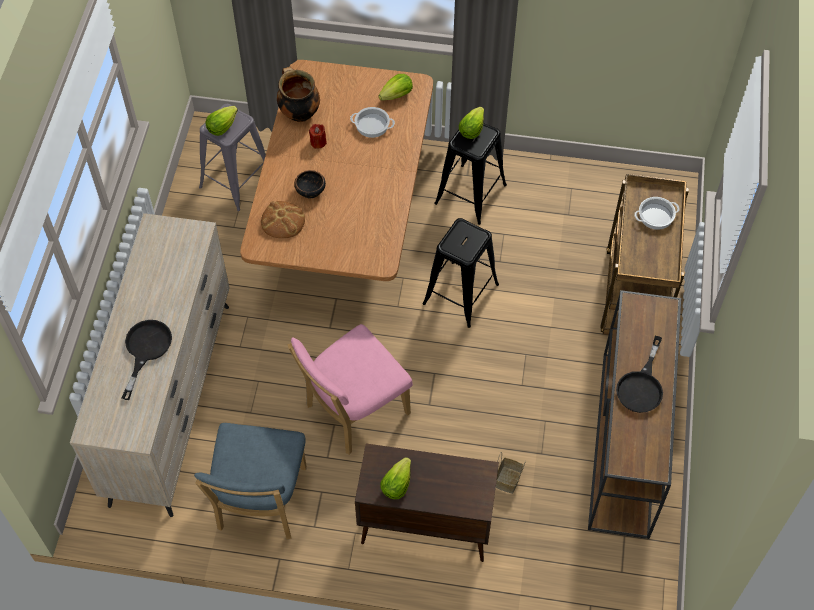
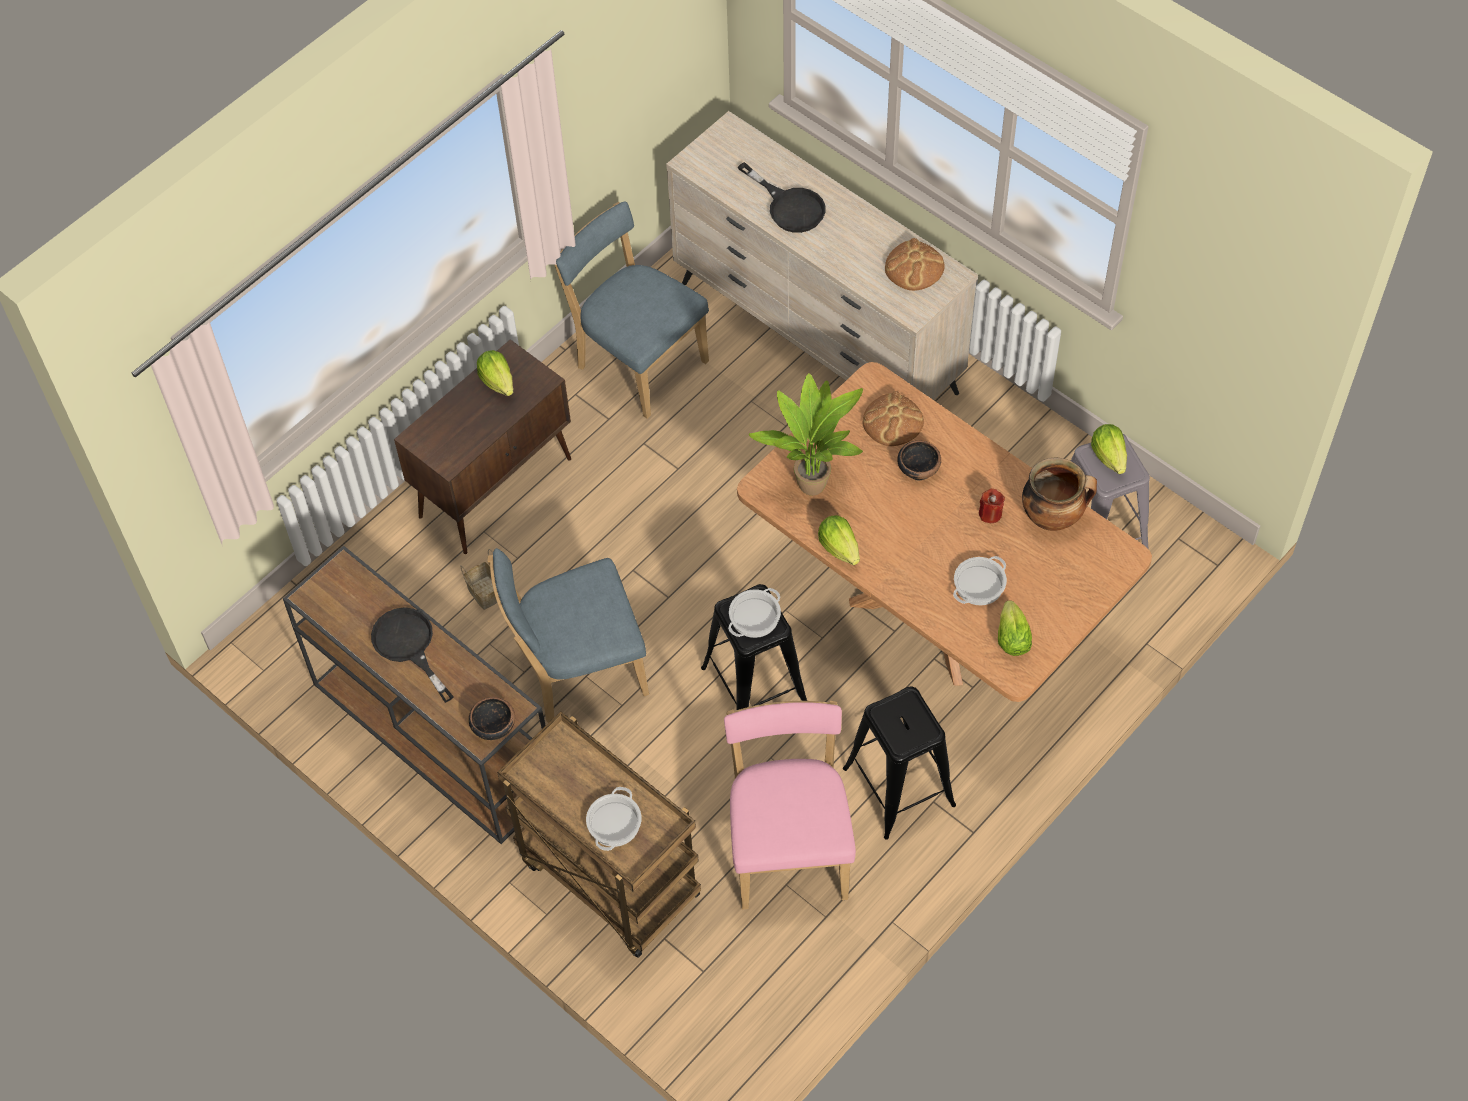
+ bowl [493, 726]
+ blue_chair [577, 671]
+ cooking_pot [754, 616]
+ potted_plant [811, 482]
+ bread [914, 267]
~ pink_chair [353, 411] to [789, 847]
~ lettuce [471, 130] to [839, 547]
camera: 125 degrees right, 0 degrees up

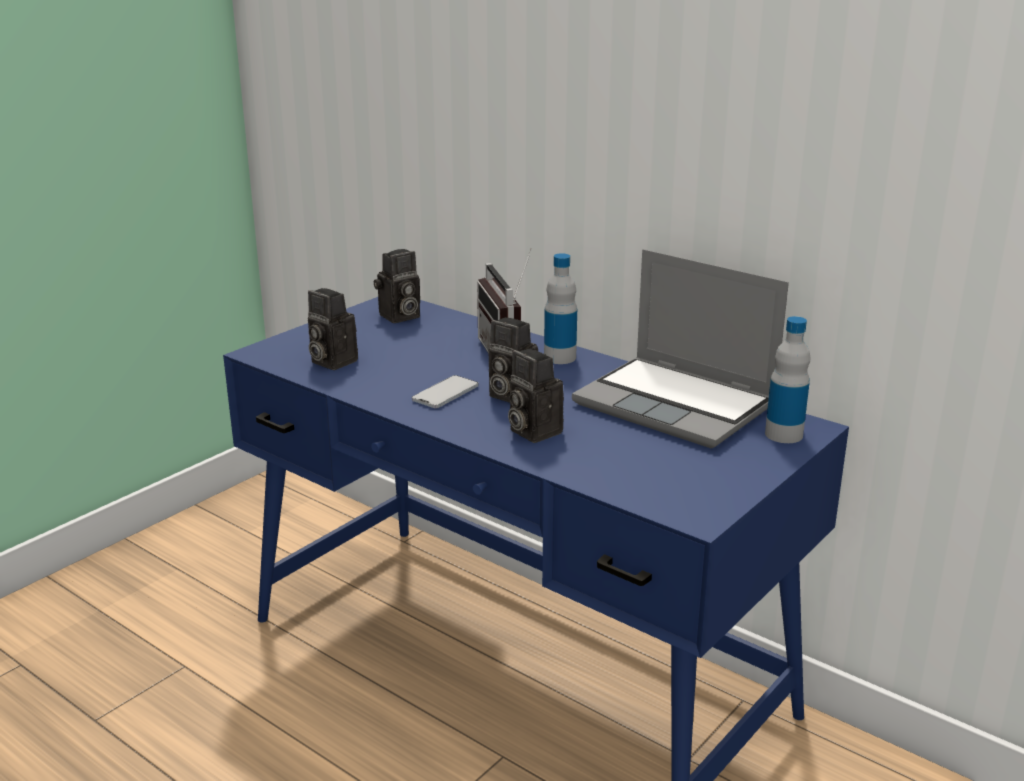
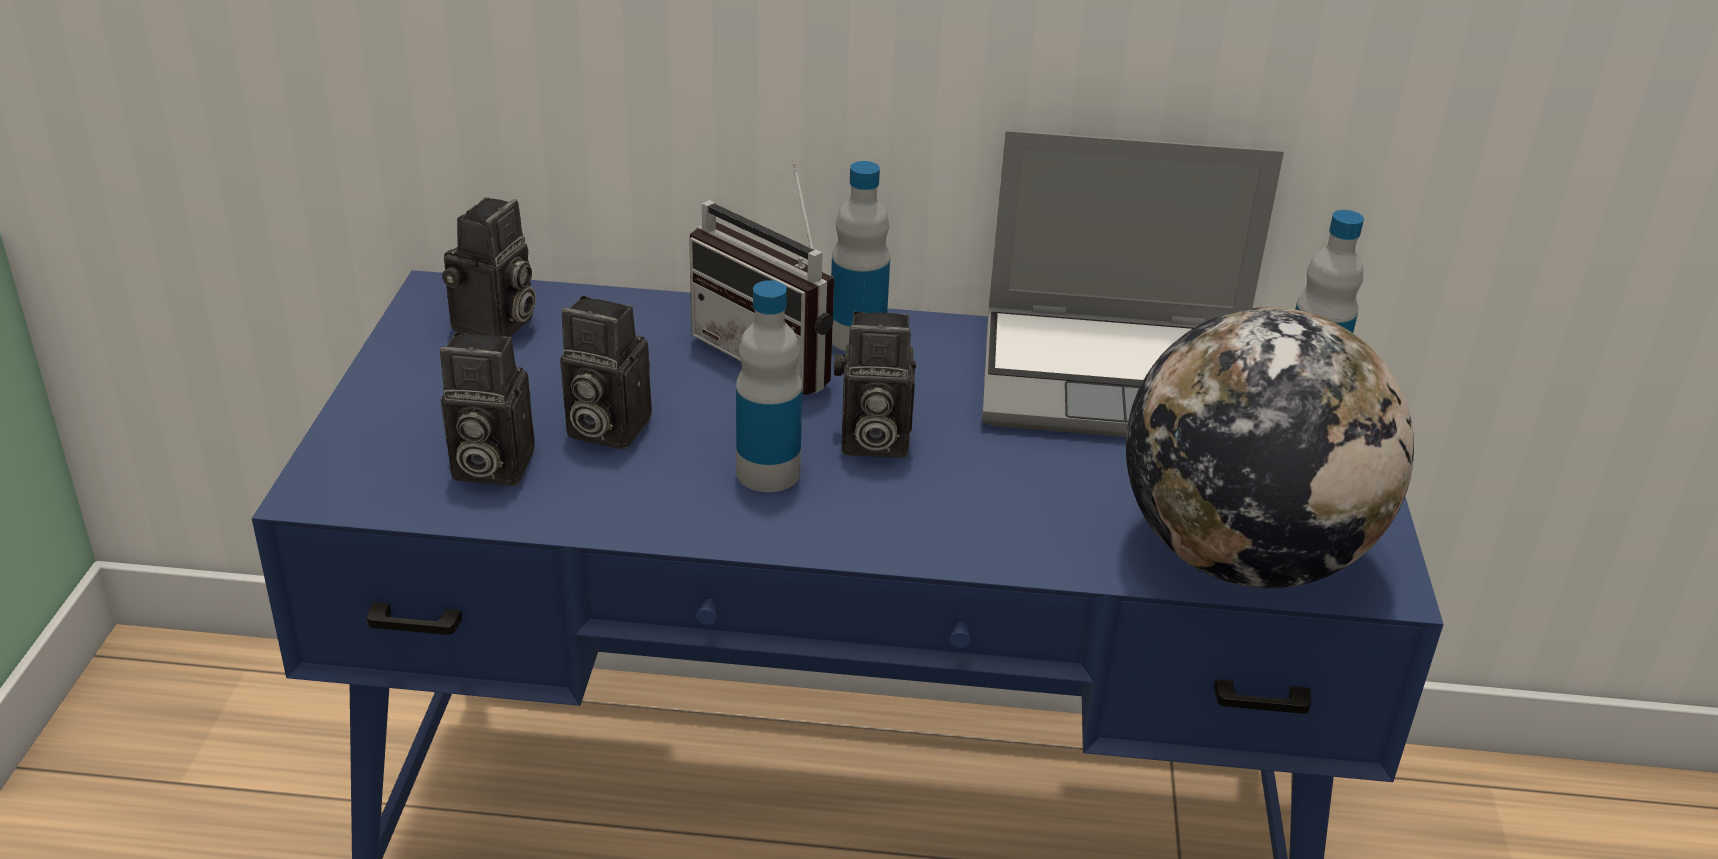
+ globe [1242, 556]
~ photo_camera [531, 431] to [602, 428]
~ phone [445, 393] to bottle [768, 472]
camera: 35 degrees left, 10 degrees up

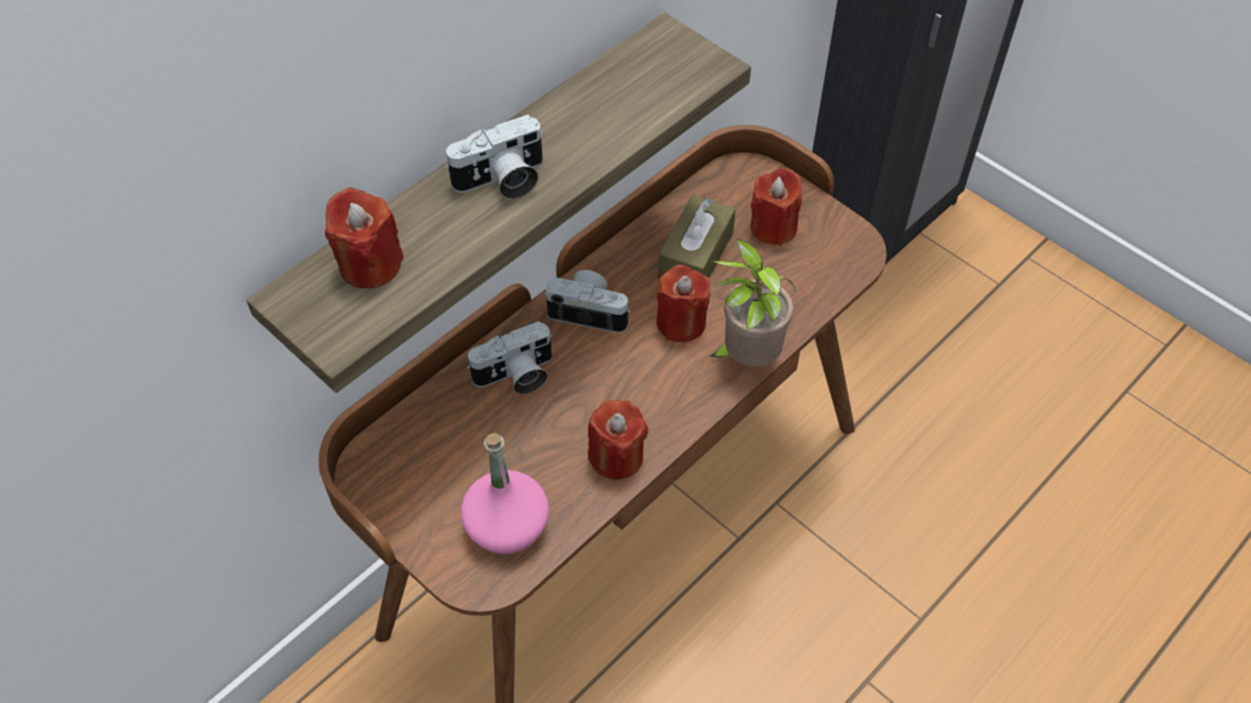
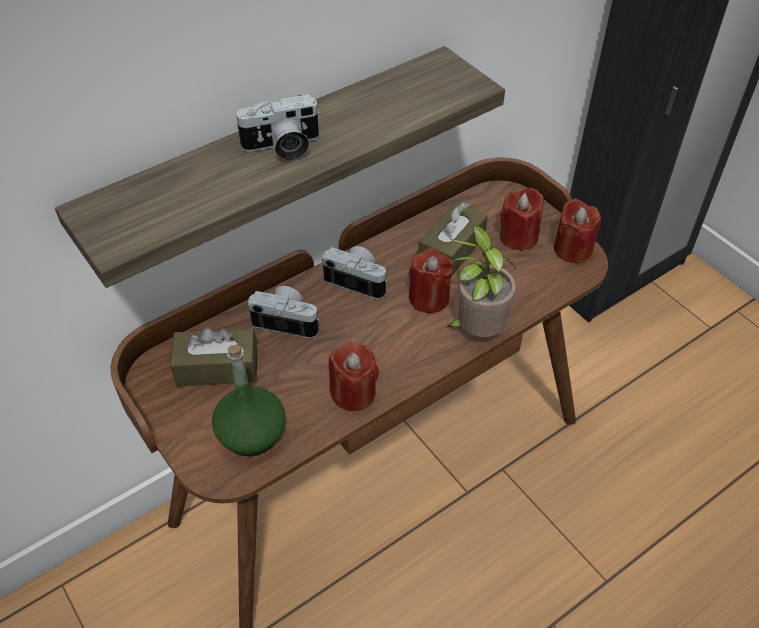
+ brown_tissue_box [217, 368]
~ red_candle [370, 265] to [573, 249]
~ pink_bottle [507, 525] to green_bottle [251, 433]
~ photo_camera [516, 376] = [288, 320] 150 degrees counterclockwise
camera: 10 degrees right, 5 degrees down

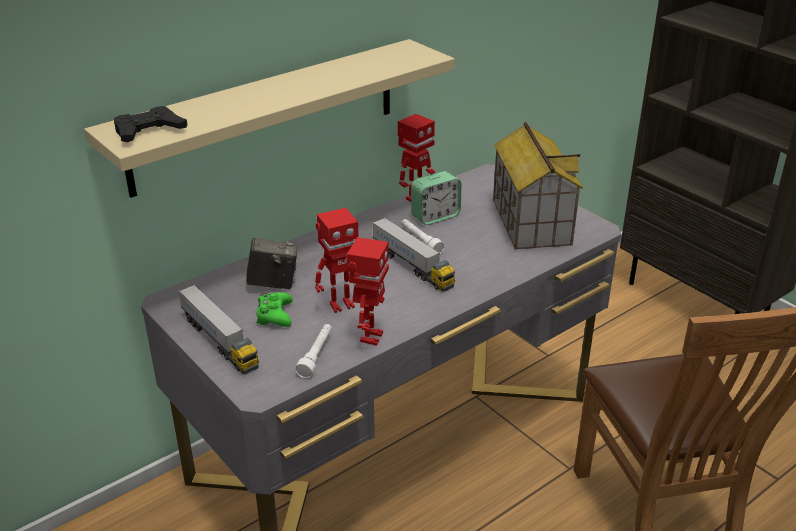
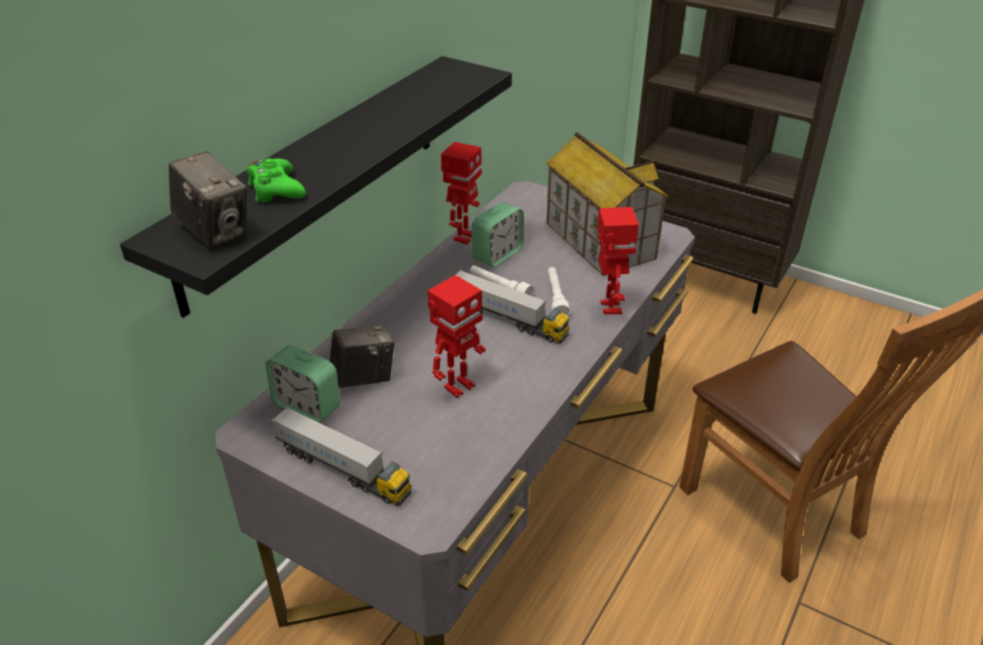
+ alarm_clock [307, 406]
~ green_game_controller [274, 315] to [276, 189]
~ white_flashlight [316, 355] to [556, 297]
~ toy_robot [370, 337] to [609, 307]
~ black_game_controller [149, 131] to photo_camera [215, 231]
~ beige_shelf [266, 115] to black_shelf [315, 177]
camera: 20 degrees left, 5 degrees up

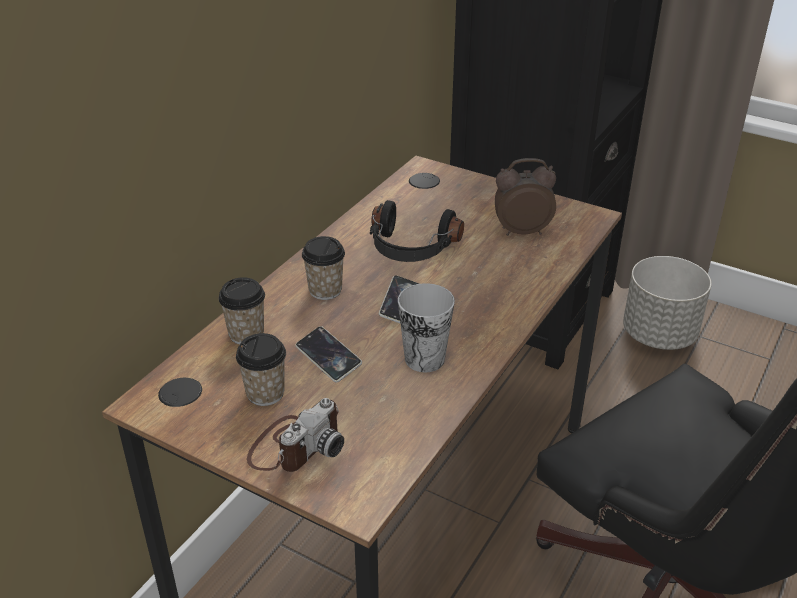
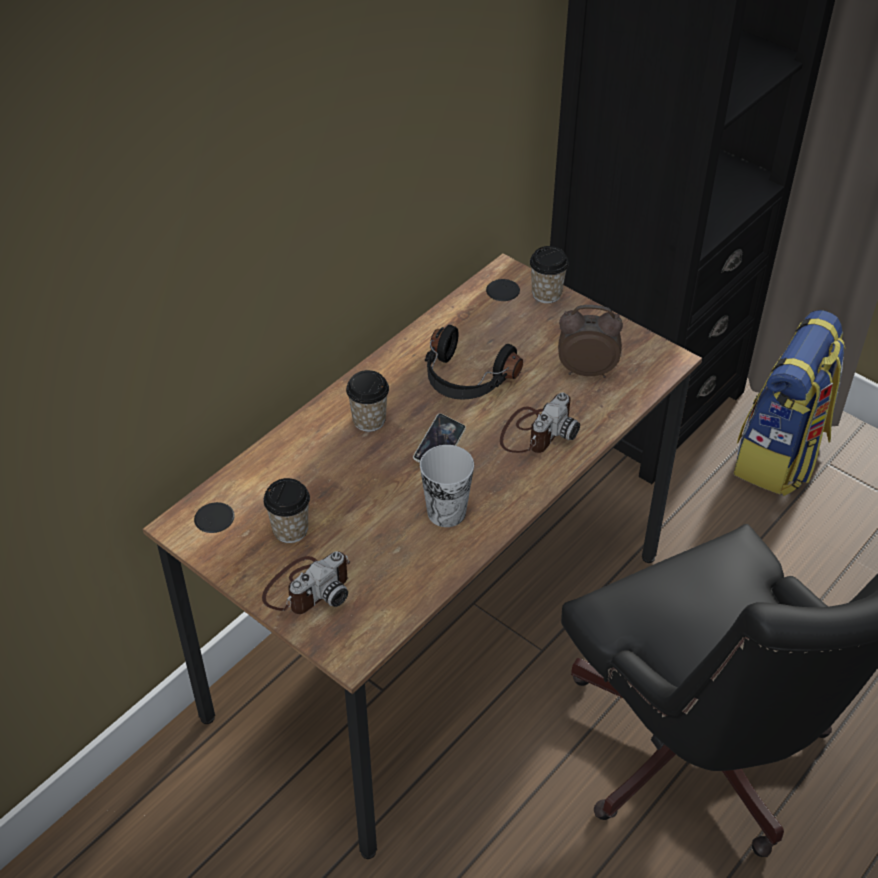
- phone [328, 358]
+ photo_camera [536, 431]
~ cup [246, 334] to [546, 294]
~ grey_planter [659, 335] to backpack [780, 456]
camera: 10 degrees right, 10 degrees up

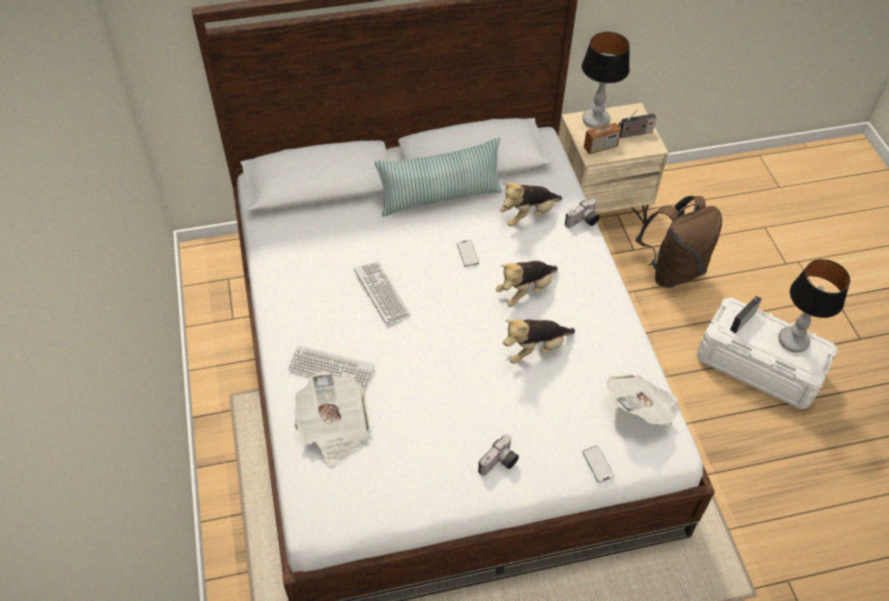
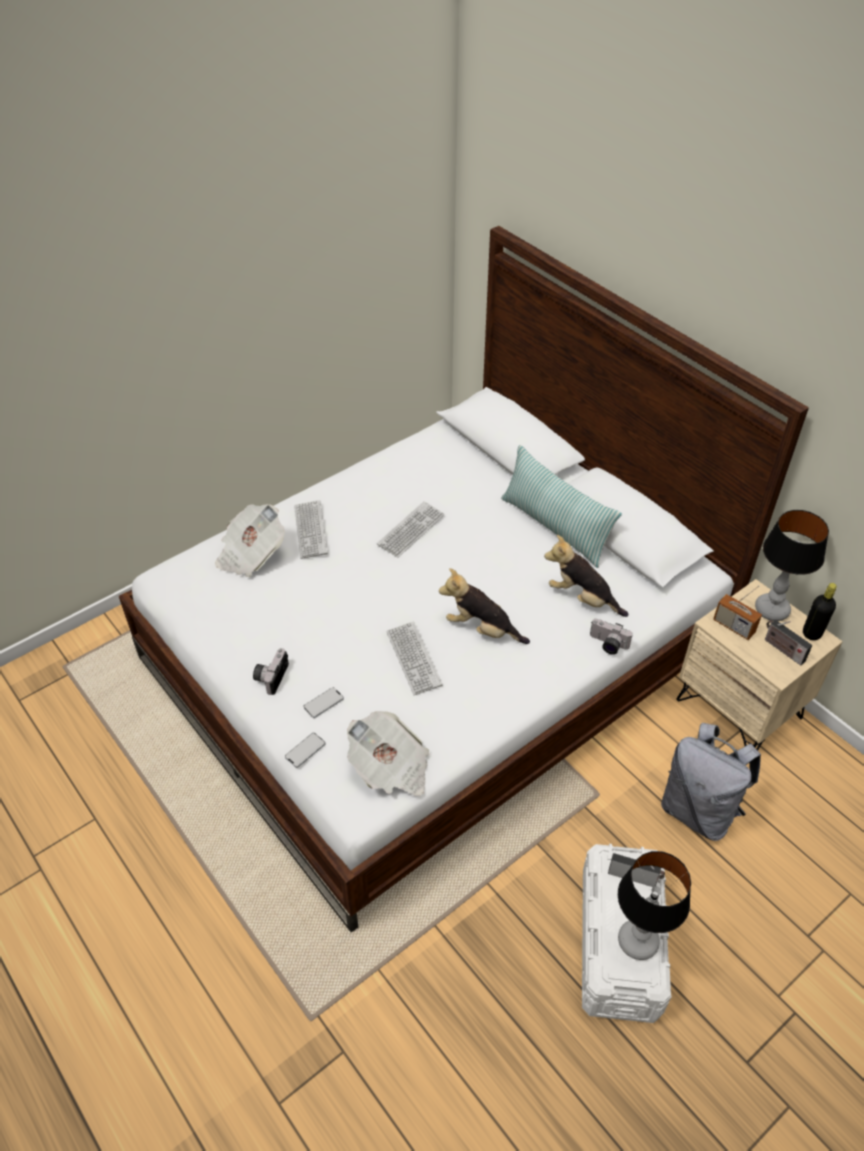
+ black_bottle [812, 633]
~ phone [467, 254] to [323, 703]
~ plush_toy [535, 349] to keyboard [413, 659]
~ brown_backpack [672, 270] to grey_backpack [699, 810]
~ photo_camera [499, 464] = [271, 676] 90 degrees clockwise
camera: 65 degrees right, 5 degrees down

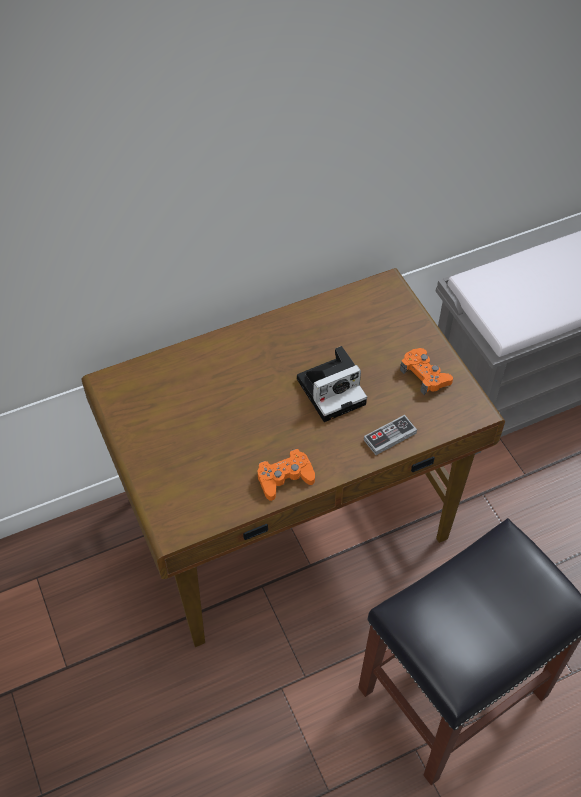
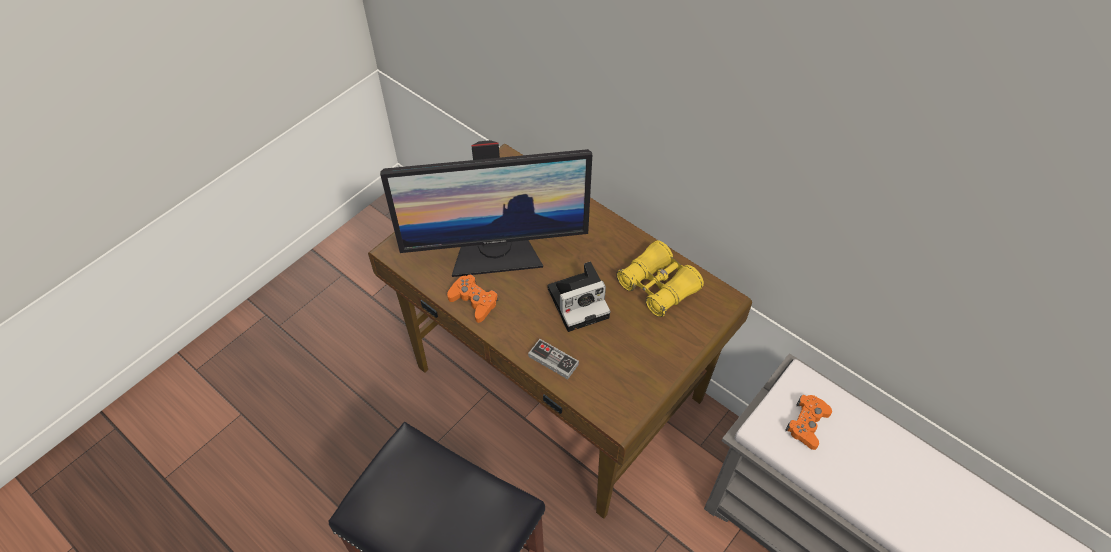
+ monitor [495, 253]
+ yellow_binoculars [658, 286]
~ orange_game_controller [425, 375] to [807, 424]
~ photo_camera [333, 390] = [580, 301] 60 degrees counterclockwise
camera: 65 degrees right, 0 degrees up

